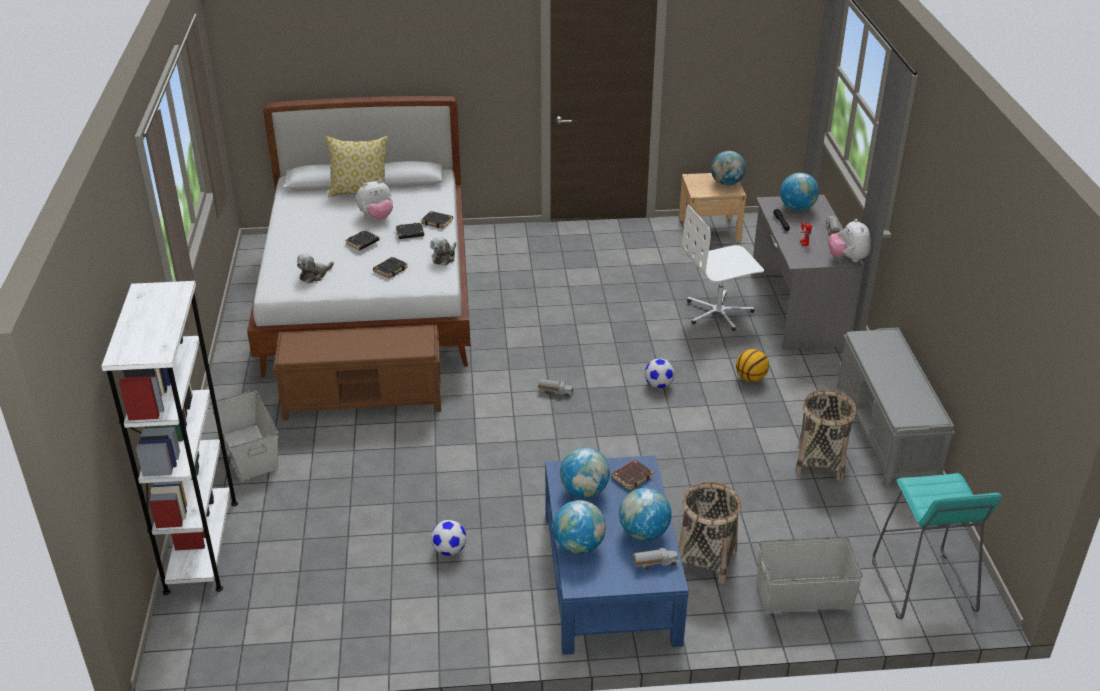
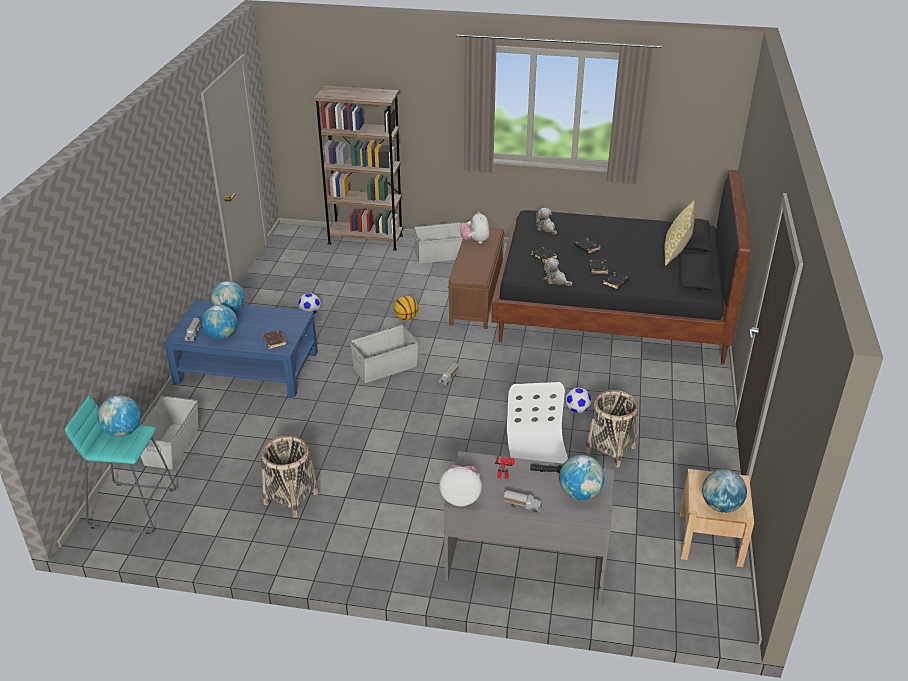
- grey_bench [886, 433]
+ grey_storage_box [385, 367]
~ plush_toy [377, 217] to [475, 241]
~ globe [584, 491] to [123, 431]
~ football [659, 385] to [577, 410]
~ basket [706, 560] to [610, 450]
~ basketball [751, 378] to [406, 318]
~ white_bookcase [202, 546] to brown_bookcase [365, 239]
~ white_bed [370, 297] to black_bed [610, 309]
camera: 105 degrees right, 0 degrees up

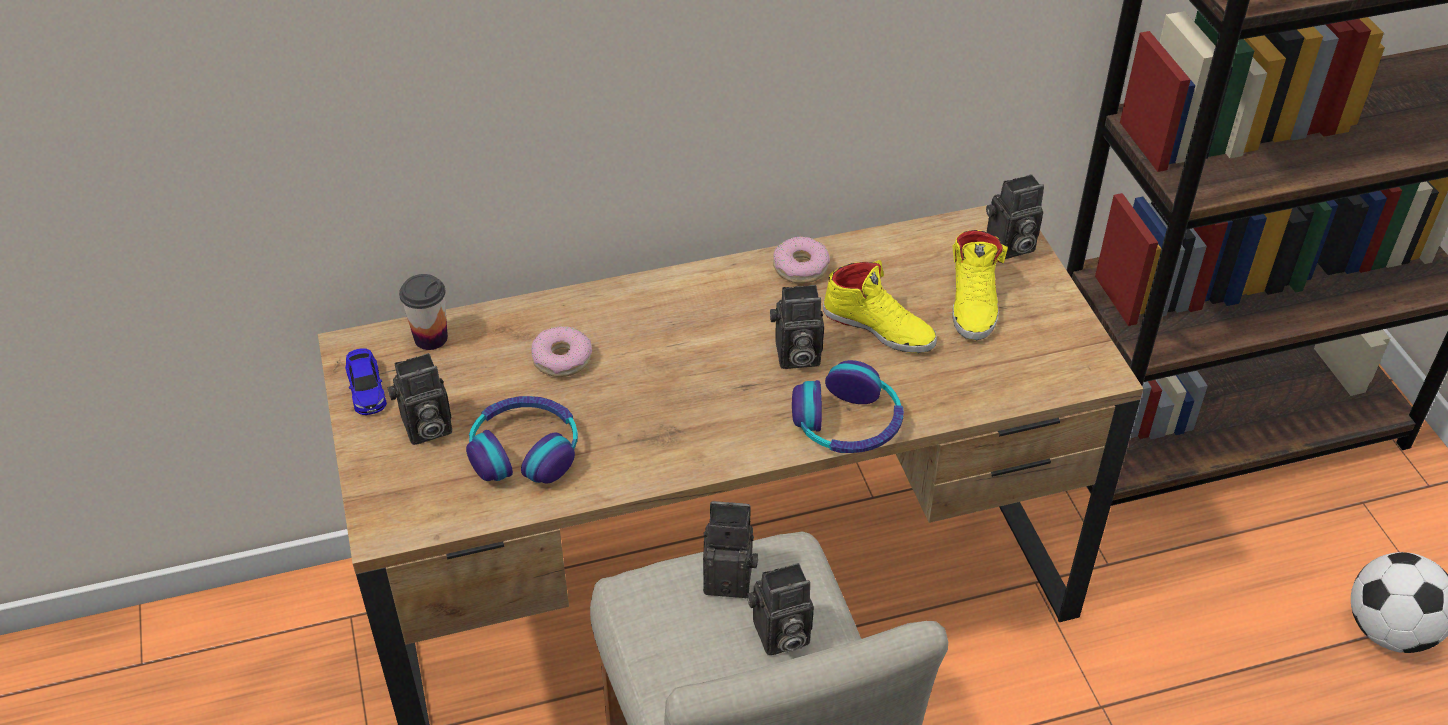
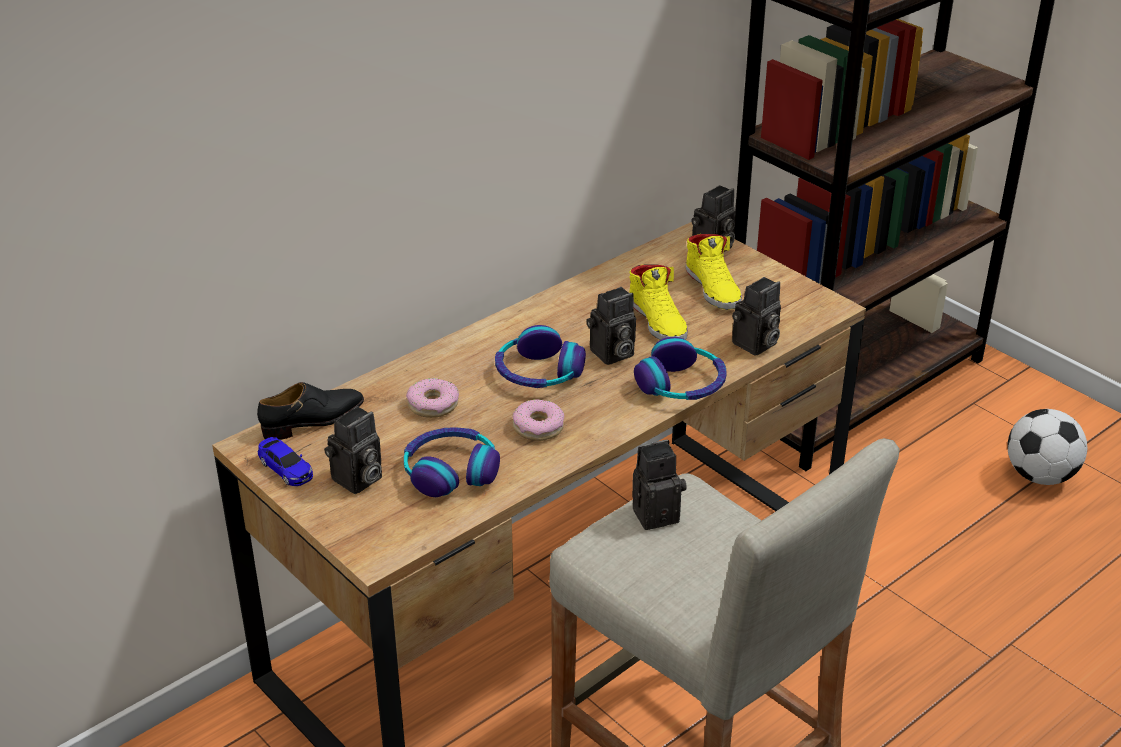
+ headphones [538, 373]
~ photo_camera [779, 636] to [755, 345]
~ donut [800, 267] to [538, 427]
~ cup [431, 338] to black_shoe [313, 421]
~ yellow_shoe [879, 326] = [658, 320] 60 degrees clockwise
camera: 25 degrees left, 10 degrees down

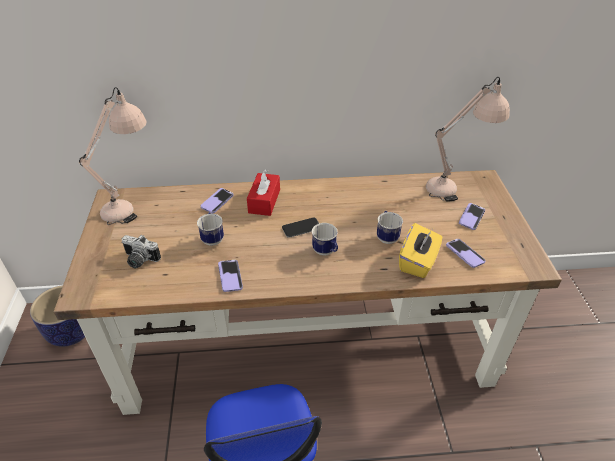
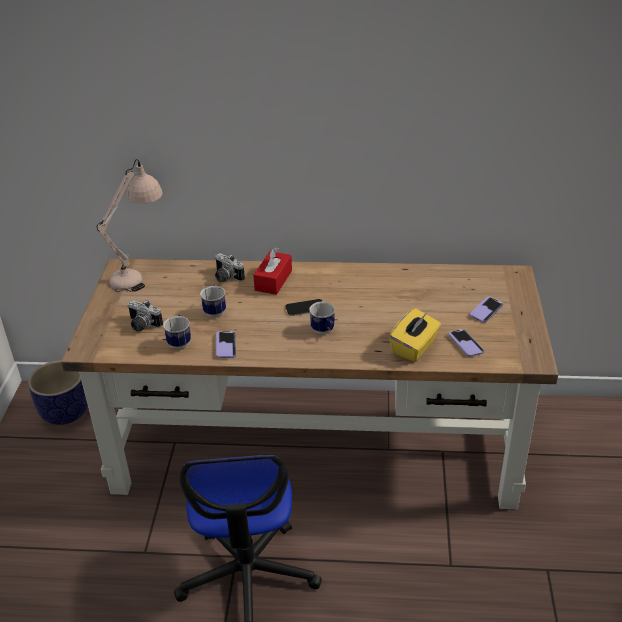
- beige_table_lamp [456, 185]
~ mug [386, 236] to [180, 342]
~ phone [217, 201] to photo_camera [226, 277]
camera: 10 degrees right, 5 degrees down

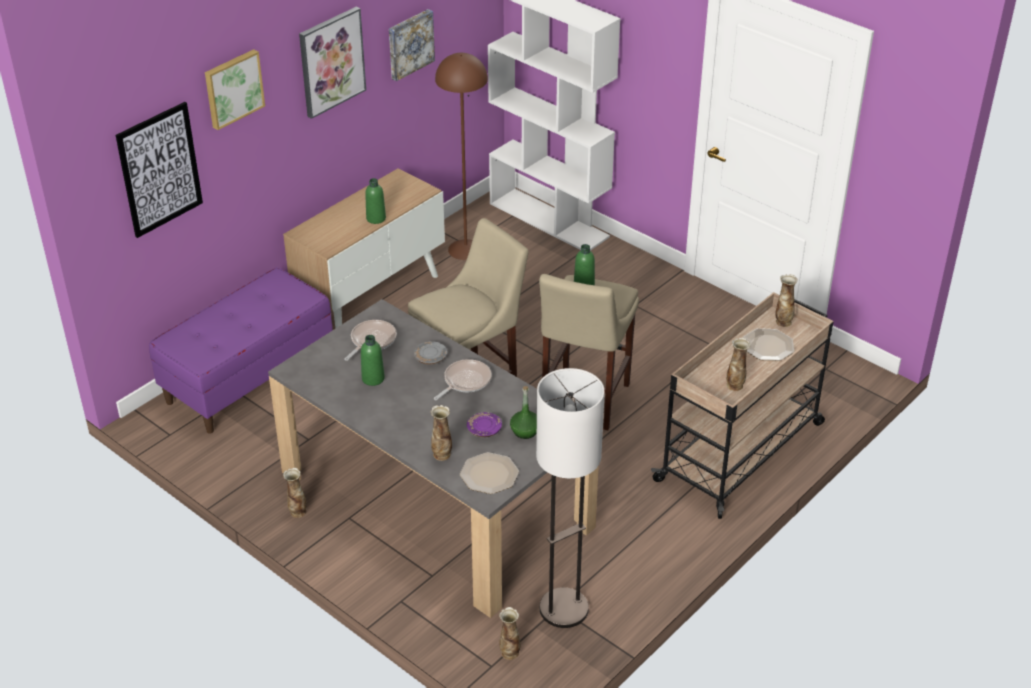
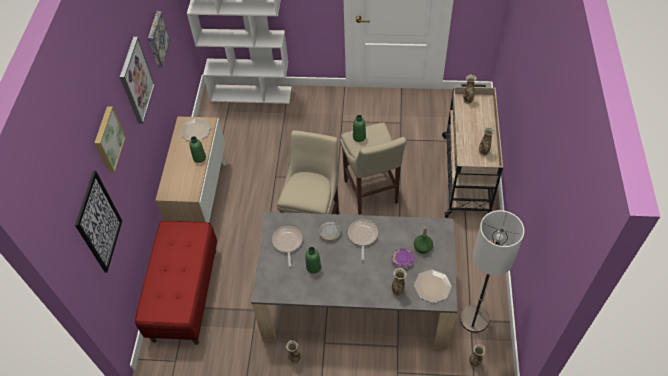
- brown_floor_lamp [466, 249]
~ plate [768, 345] to [195, 130]
~ purple_bench [248, 378] to red_bench [185, 294]
camera: 35 degrees left, 15 degrees up

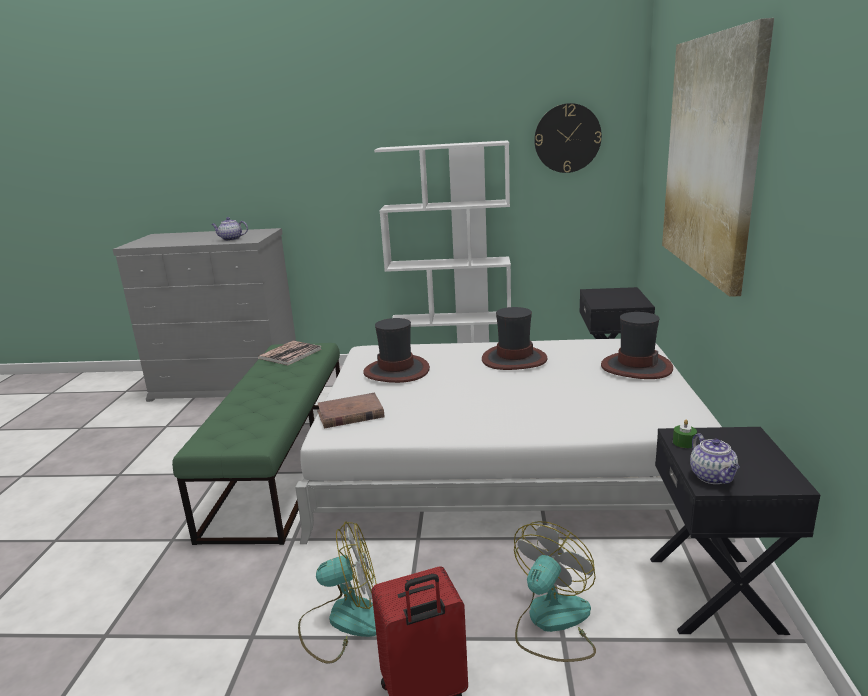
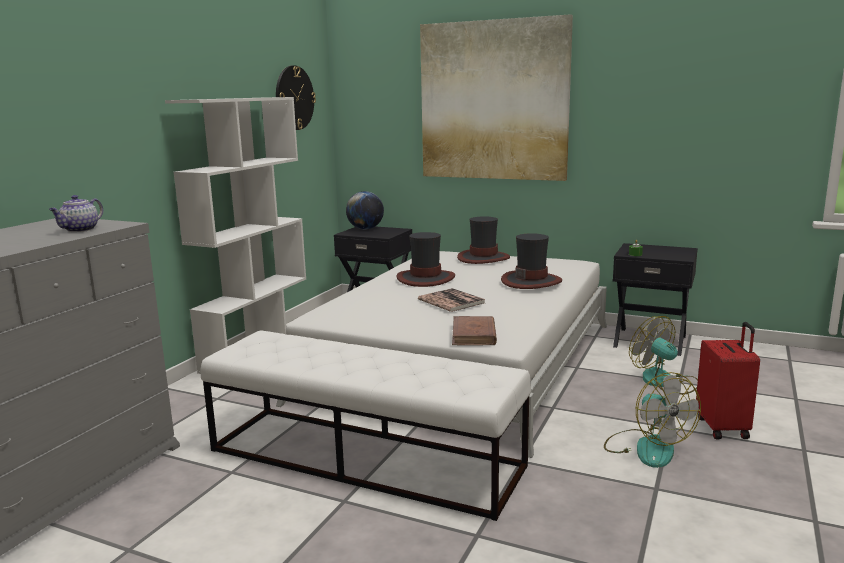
- teapot [713, 477]
+ globe [365, 229]
~ book [290, 354] to [451, 301]
~ hat [397, 371] to [531, 281]
~ green_bench [281, 464] to white_bench [365, 458]
~ fan [343, 621] = [647, 447] 150 degrees clockwise
camera: 70 degrees left, 5 degrees down

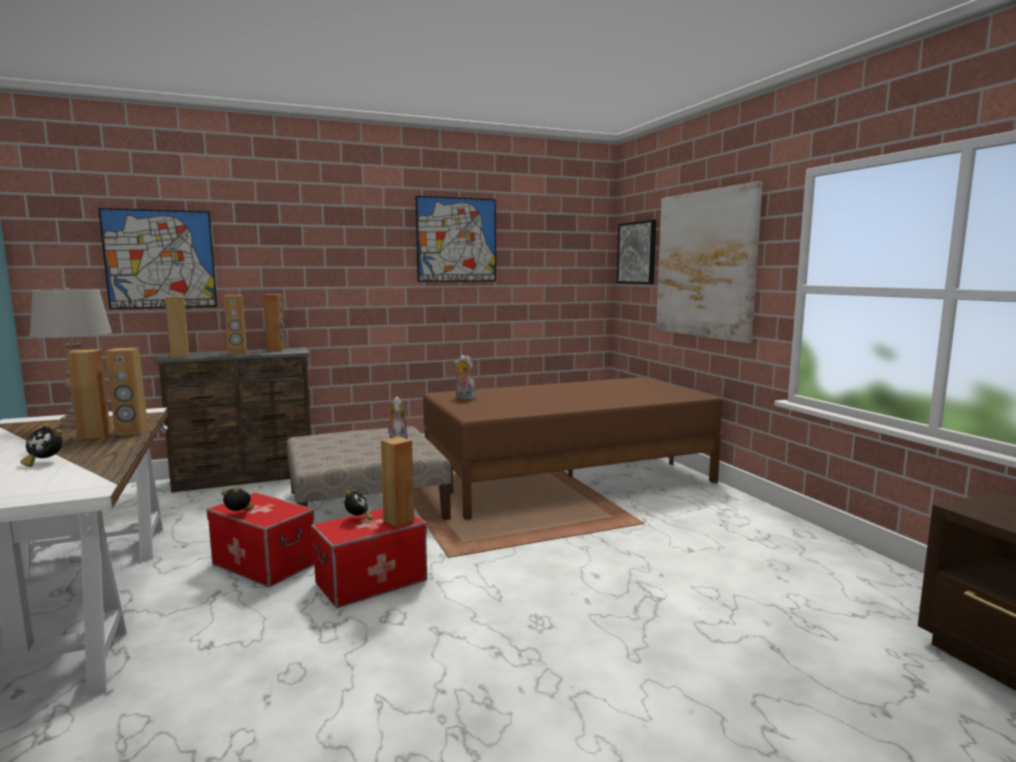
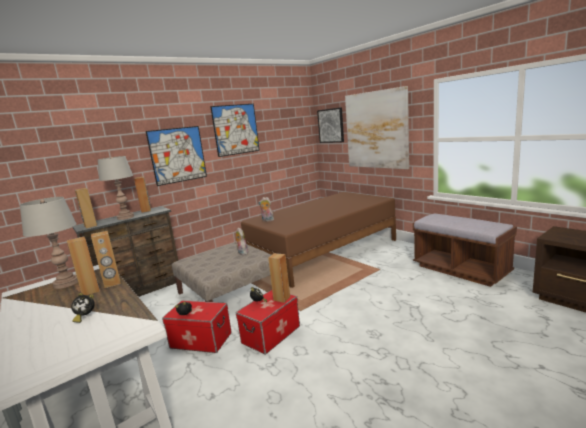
+ brown_bench [460, 270]
~ picture [160, 259] to [177, 155]
~ brown_speaker [237, 353] to grey_table_lamp [125, 217]
camera: 15 degrees left, 5 degrees up

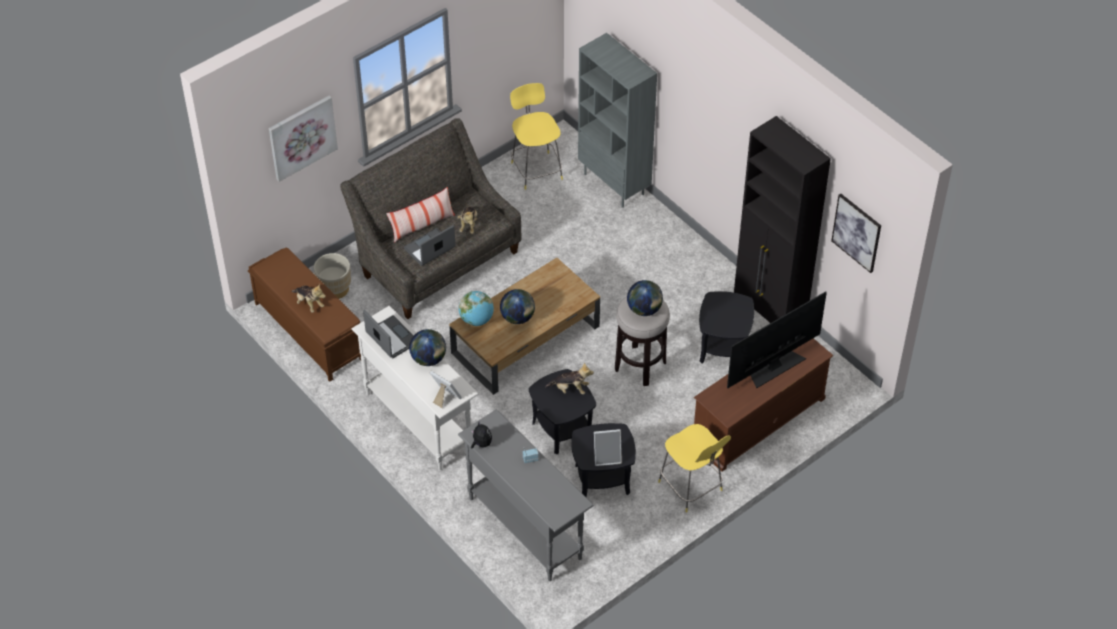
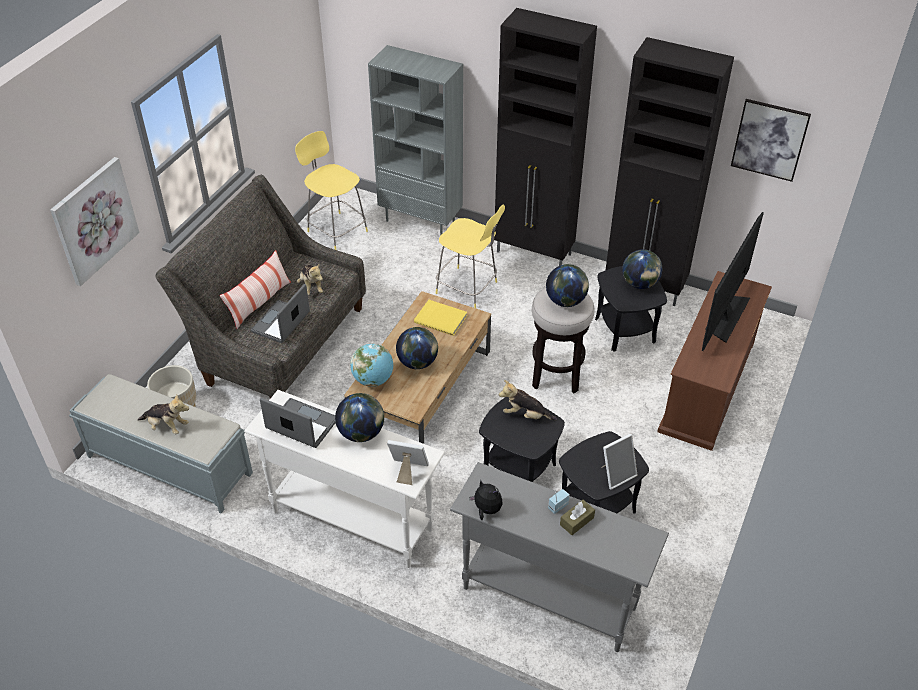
+ yellow_book [441, 318]
+ black_cabinet [534, 254]
+ brown_tissue_box [576, 521]
+ globe [639, 284]
~ yellow_stool [691, 487] to [468, 288]
~ brown_bench [309, 331] to grey_bench [168, 464]
~ plush_toy [570, 389] = [525, 415] 150 degrees counterclockwise
camera: 25 degrees left, 5 degrees down

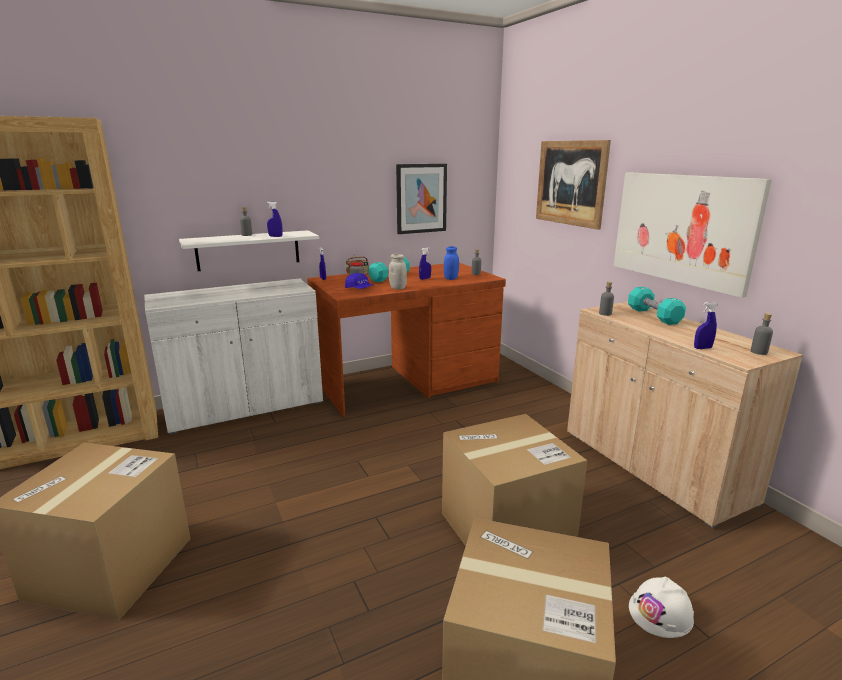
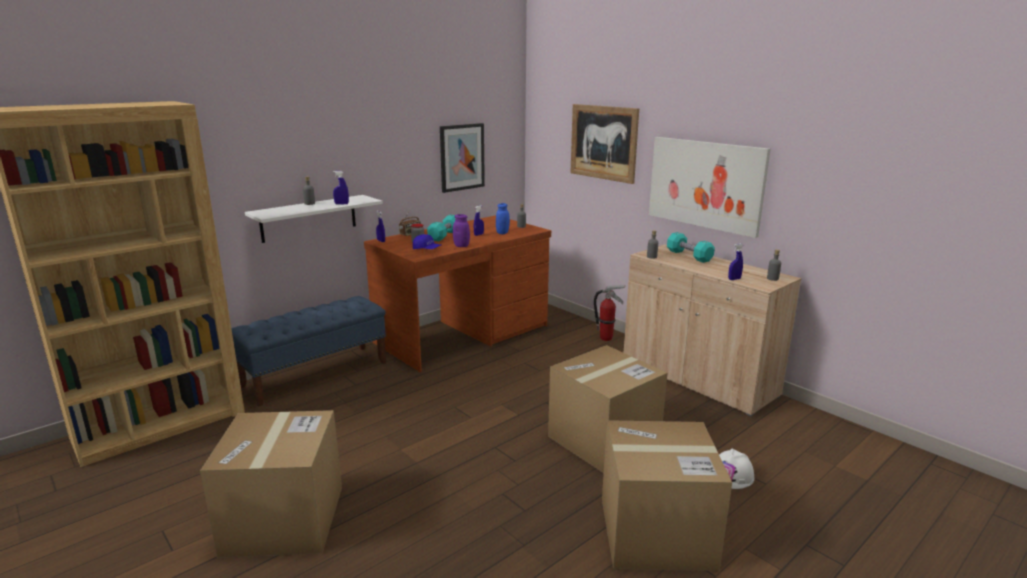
+ fire_extinguisher [606, 338]
~ white_cabinet [245, 406] to blue_bench [316, 374]
~ white_jar [398, 288] to purple_jar [461, 246]
camera: 15 degrees left, 0 degrees up

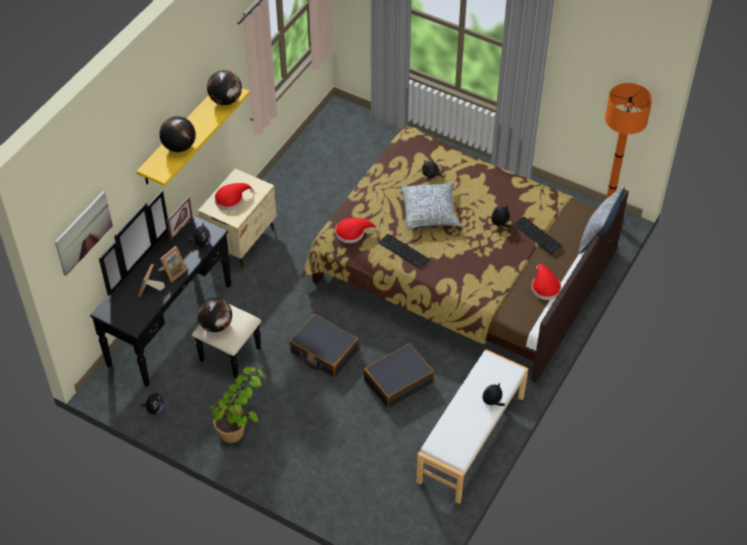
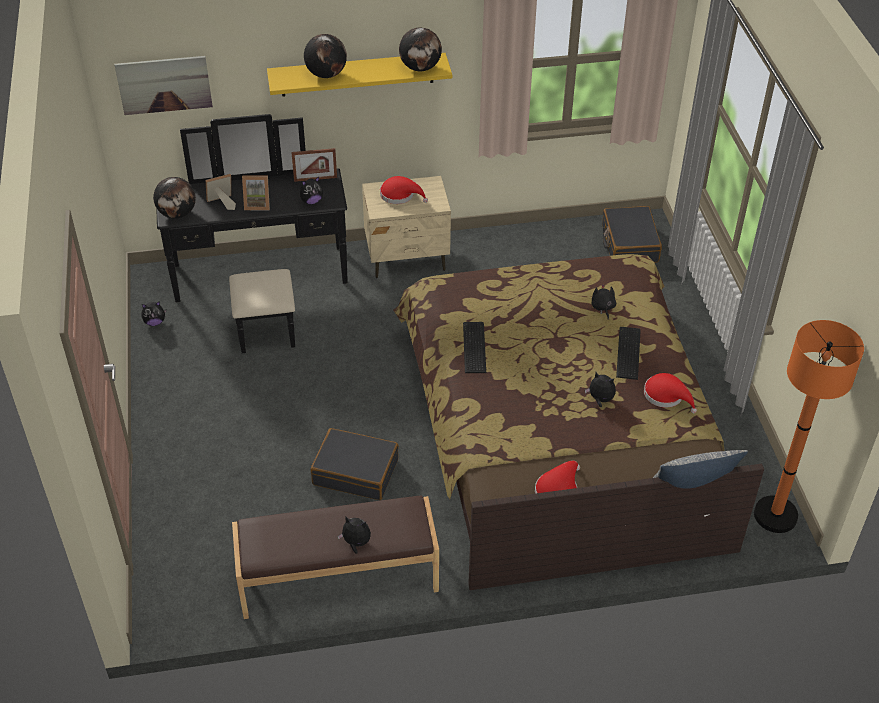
- potted_plant [241, 424]
- pillow [430, 212]
~ globe [216, 325] to [177, 214]
~ black_suitcase [324, 351] to [629, 243]
~ red_hat [352, 232] to [666, 396]
~ keyboard [537, 236] to [627, 353]
~ white_bench [472, 439] to brown_bench [338, 579]
camera: 50 degrees right, 5 degrees down

